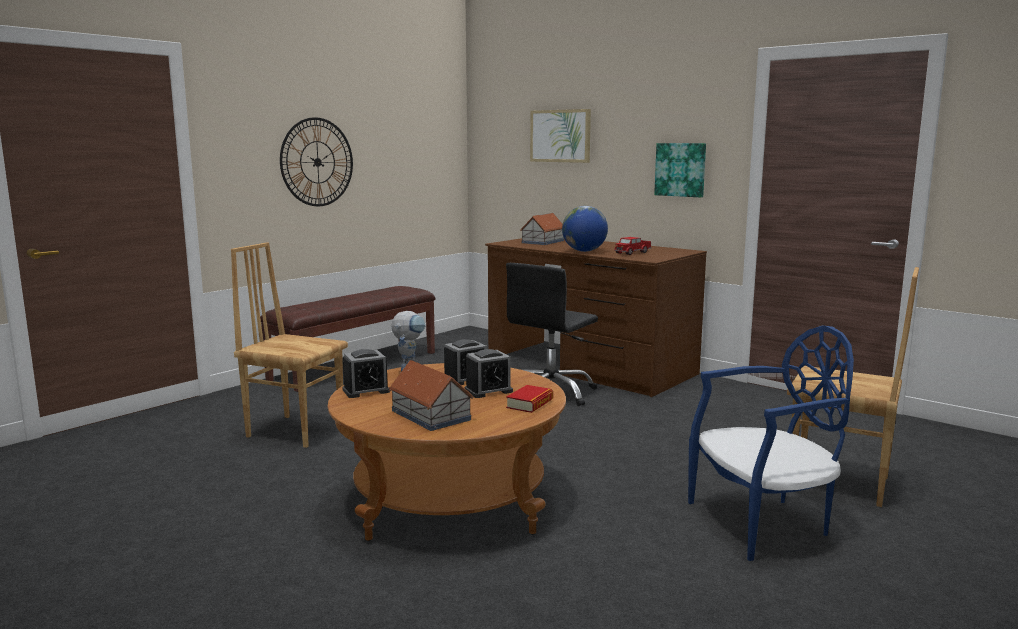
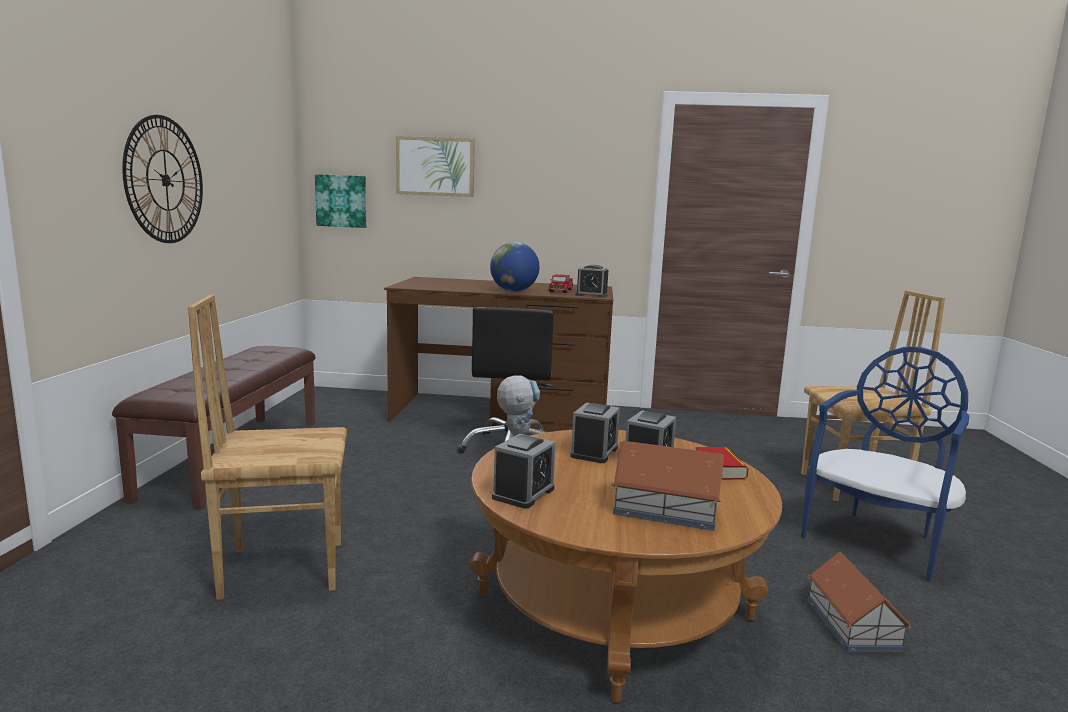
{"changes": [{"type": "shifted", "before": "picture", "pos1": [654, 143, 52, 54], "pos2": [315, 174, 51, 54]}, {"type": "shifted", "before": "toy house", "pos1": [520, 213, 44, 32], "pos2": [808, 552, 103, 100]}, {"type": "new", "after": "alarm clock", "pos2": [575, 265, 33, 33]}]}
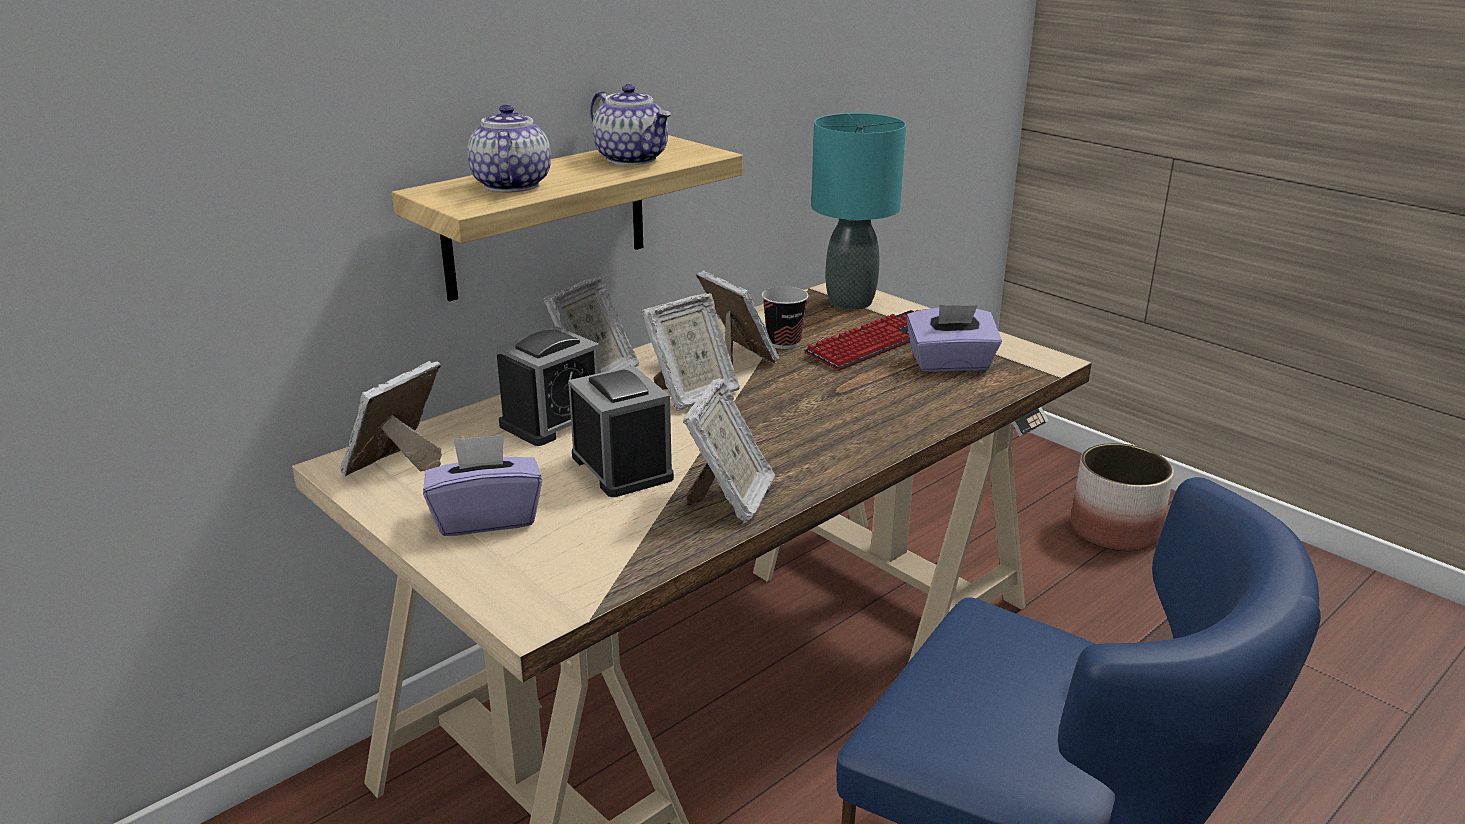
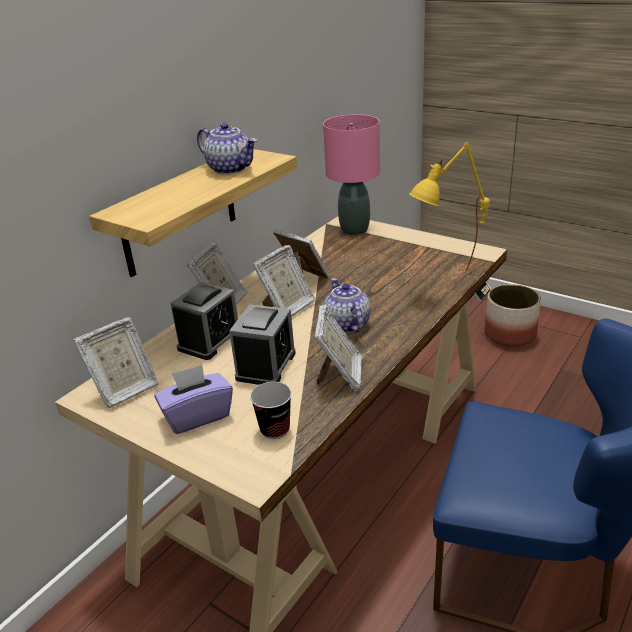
{"changes": [{"type": "shifted", "before": "teapot", "pos1": [467, 104, 84, 88], "pos2": [323, 278, 47, 55]}, {"type": "repainted", "before": "turquoise table lamp", "after": "pink table lamp", "pos1": [811, 113, 95, 197], "pos2": [323, 114, 57, 121]}, {"type": "shifted", "before": "cup", "pos1": [762, 286, 47, 63], "pos2": [250, 382, 42, 57]}, {"type": "gone", "before": "purple tissue box", "pos1": [906, 305, 96, 67]}, {"type": "gone", "before": "keyboard", "pos1": [804, 310, 114, 61]}, {"type": "rotated", "before": "picture frame", "pos1": [340, 361, 102, 116], "pos2": [73, 317, 85, 91], "turn": -150}, {"type": "rotated", "before": "alarm clock", "pos1": [568, 366, 106, 131], "pos2": [229, 304, 67, 81], "turn": 60}, {"type": "new", "after": "yellow table lamp", "pos2": [409, 142, 81, 130]}]}
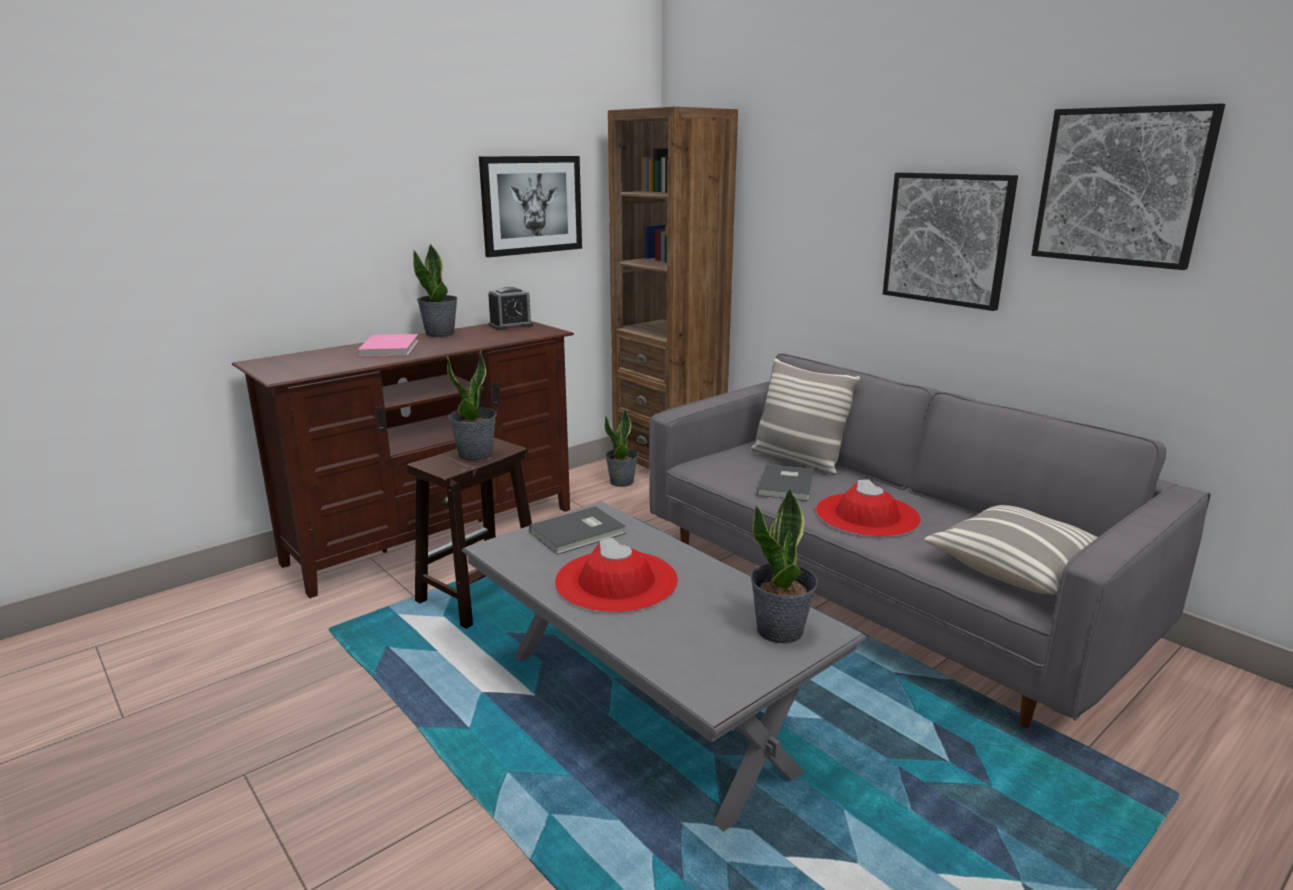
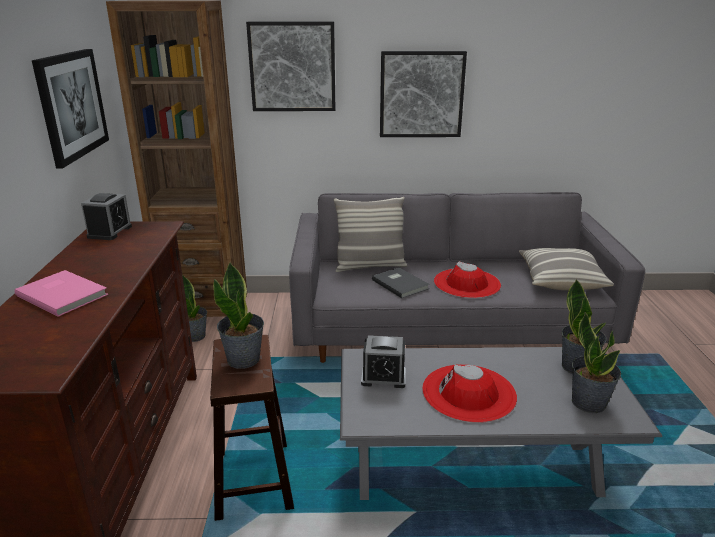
{"changes": [{"type": "shifted", "before": "picture", "pos1": [1031, 103, 194, 167], "pos2": [246, 22, 90, 89]}, {"type": "shifted", "before": "potted plant", "pos1": [413, 244, 45, 93], "pos2": [572, 312, 49, 101]}, {"type": "swapped", "before": "grey book", "after": "alarm clock", "pos1": [529, 506, 97, 49], "pos2": [361, 335, 45, 53]}]}
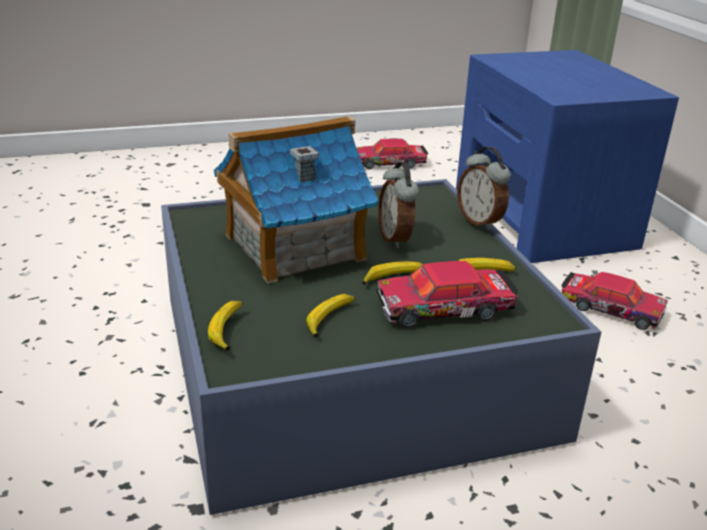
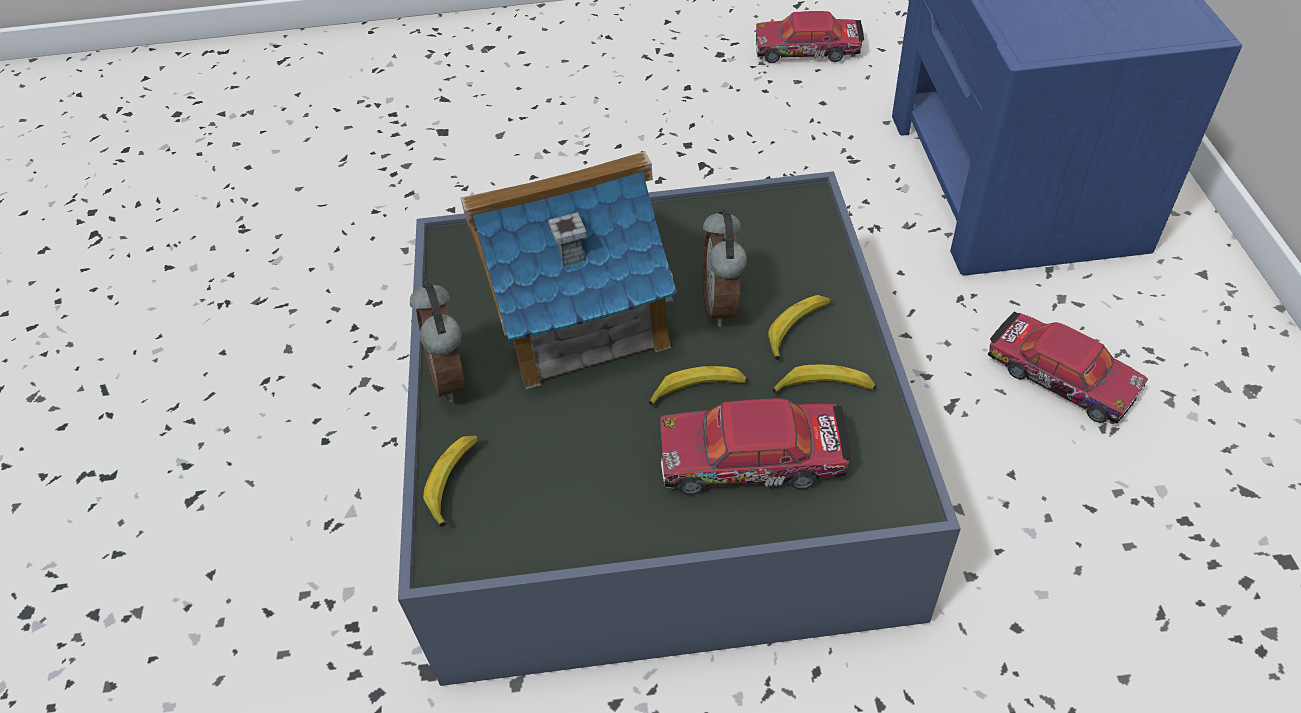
{"changes": [{"type": "shifted", "before": "alarm clock", "pos1": [457, 147, 54, 83], "pos2": [410, 282, 55, 120]}, {"type": "shifted", "before": "banana", "pos1": [307, 294, 48, 43], "pos2": [768, 295, 63, 65]}]}
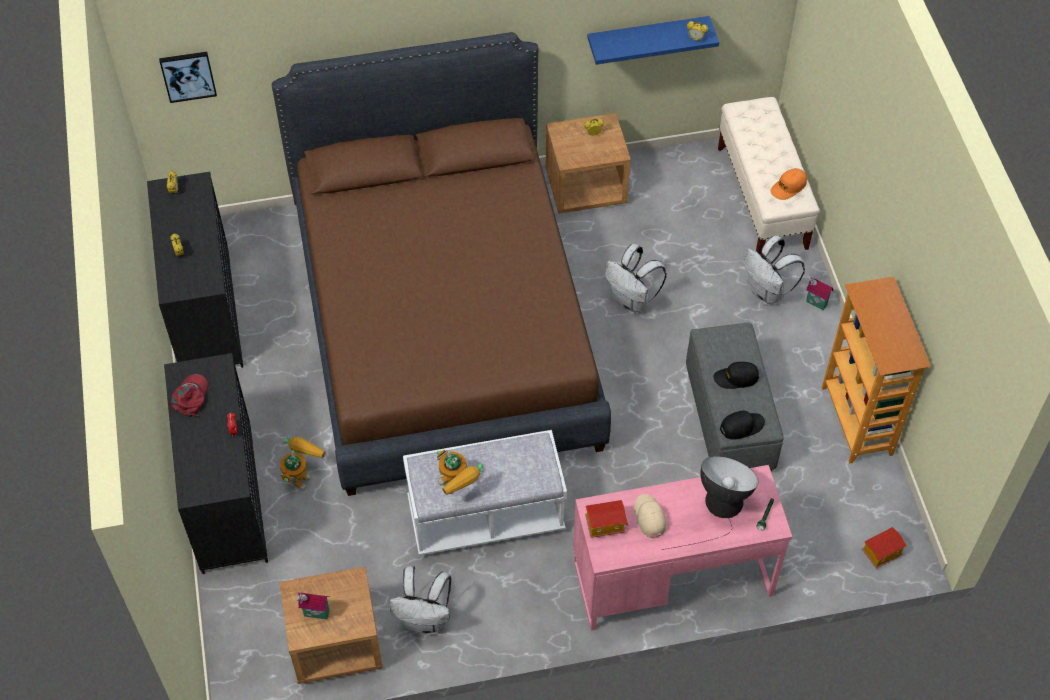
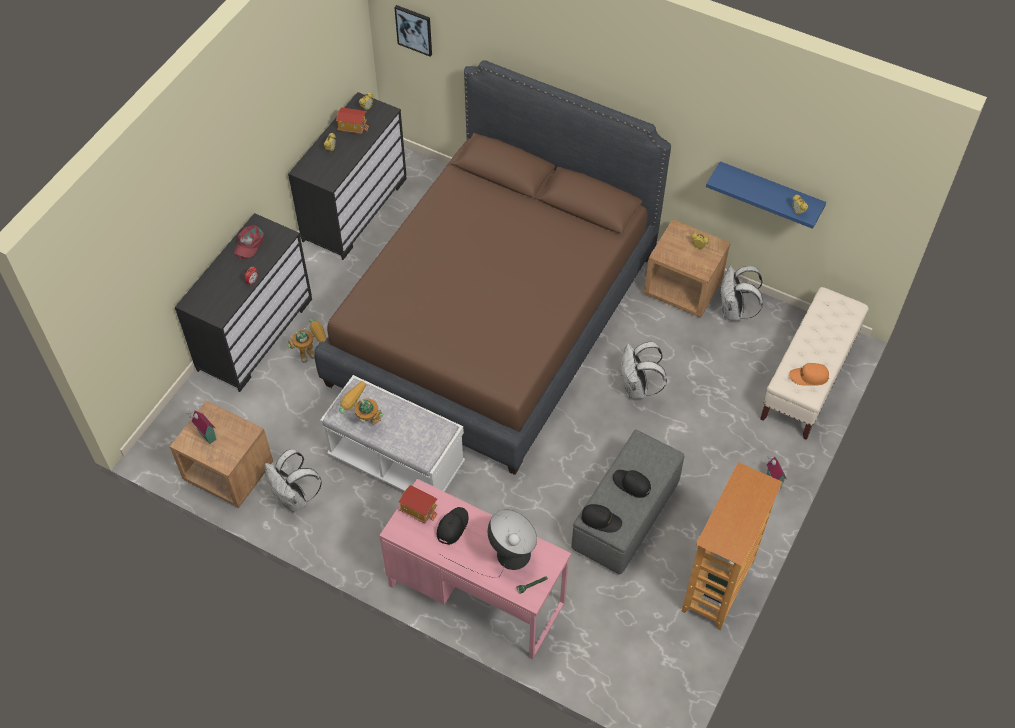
{"changes": [{"type": "shifted", "before": "white backpack", "pos1": [744, 236, 61, 69], "pos2": [720, 265, 43, 56]}, {"type": "rotated", "before": "red cap", "pos1": [171, 374, 37, 43], "pos2": [234, 225, 30, 35], "turn": 150}, {"type": "rotated", "before": "toy robot", "pos1": [437, 450, 47, 45], "pos2": [339, 381, 44, 44], "turn": 120}, {"type": "repainted", "before": "beige cap", "after": "black cap", "pos1": [634, 494, 32, 44], "pos2": [437, 507, 31, 38]}, {"type": "shifted", "before": "toy house", "pos1": [862, 527, 45, 42], "pos2": [336, 107, 33, 27]}]}
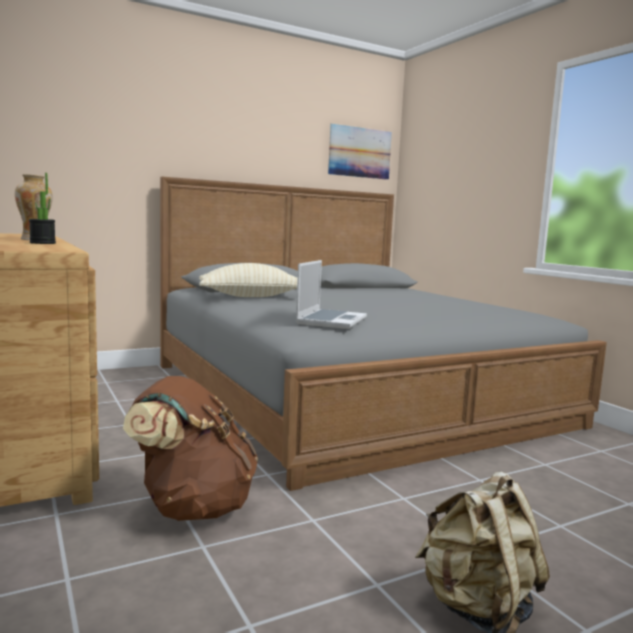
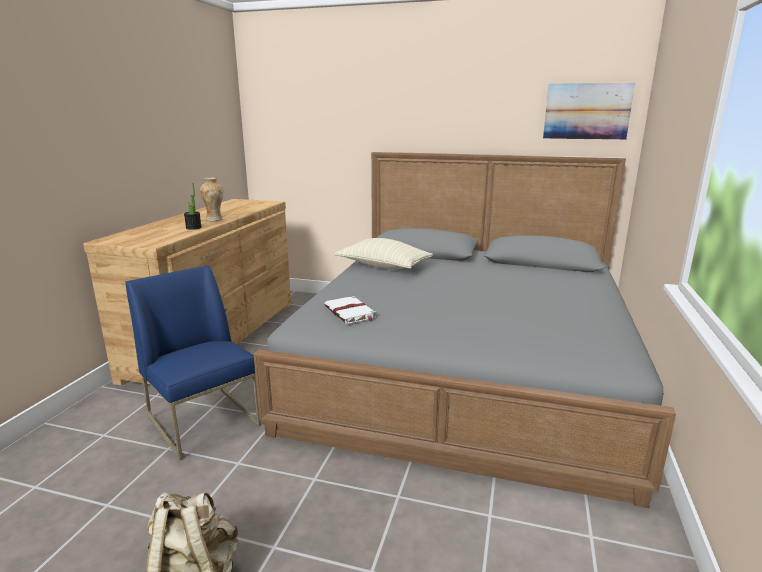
{"changes": [{"type": "swapped", "before": "laptop", "after": "white book", "pos1": [296, 260, 71, 69], "pos2": [324, 296, 53, 28]}, {"type": "swapped", "before": "brown backpack", "after": "blue chair", "pos1": [123, 376, 135, 145], "pos2": [126, 265, 135, 195]}]}
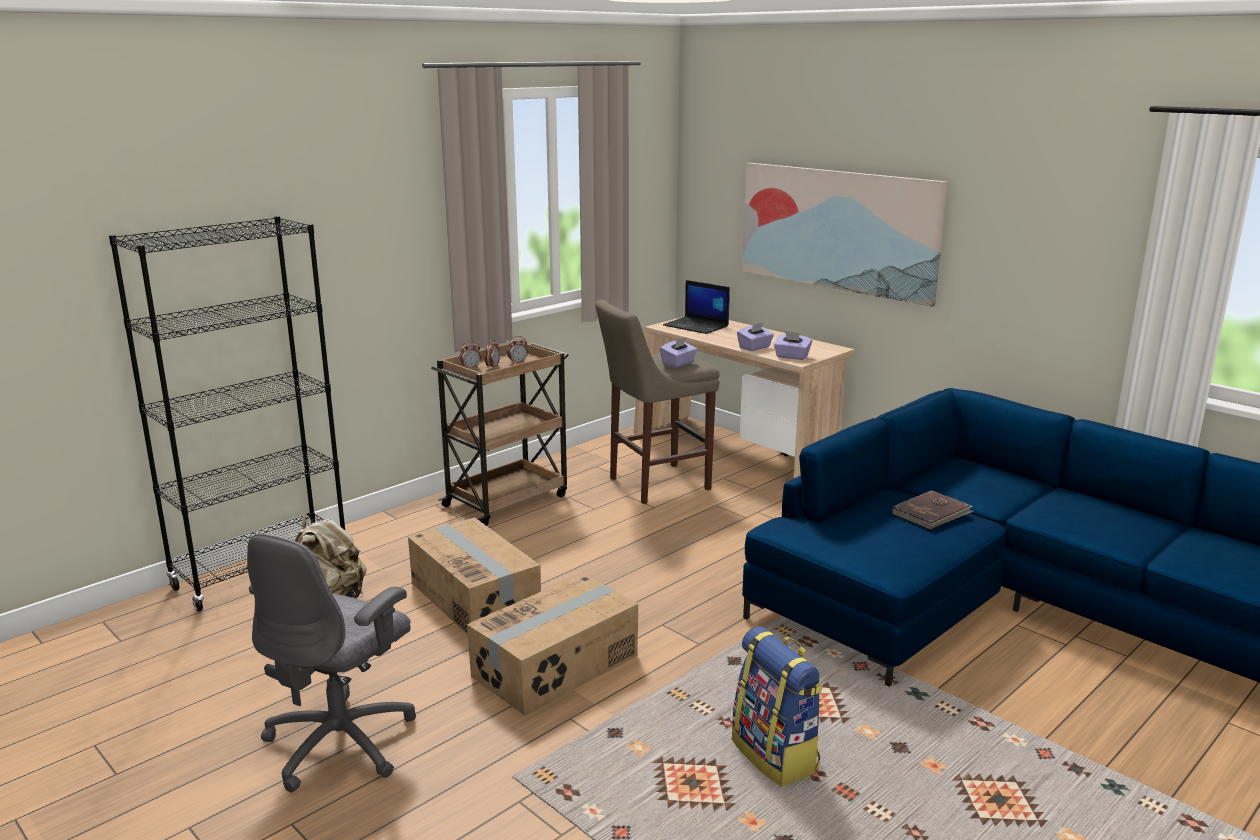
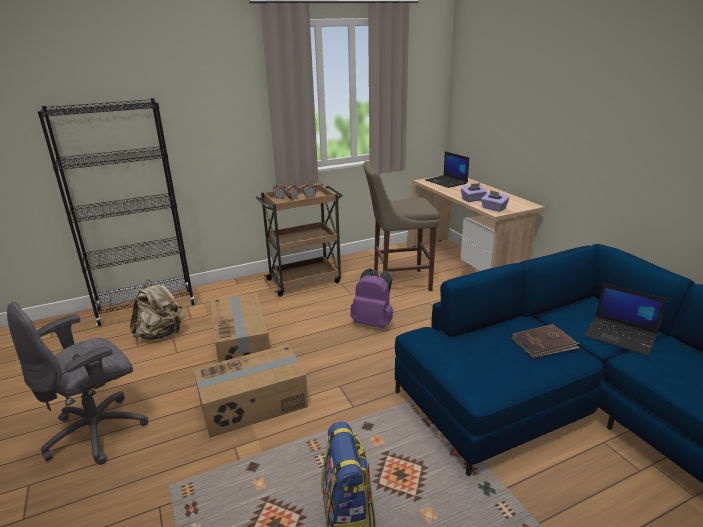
{"changes": [{"type": "gone", "before": "picture", "pos1": [742, 163, 206, 144]}, {"type": "gone", "before": "purple tissue box", "pos1": [660, 337, 37, 31]}, {"type": "new", "after": "purple backpack", "pos2": [351, 268, 42, 60]}, {"type": "new", "after": "laptop", "pos2": [584, 283, 83, 73]}]}
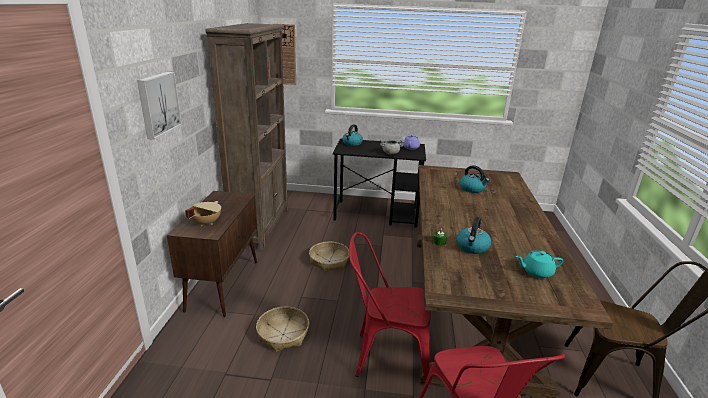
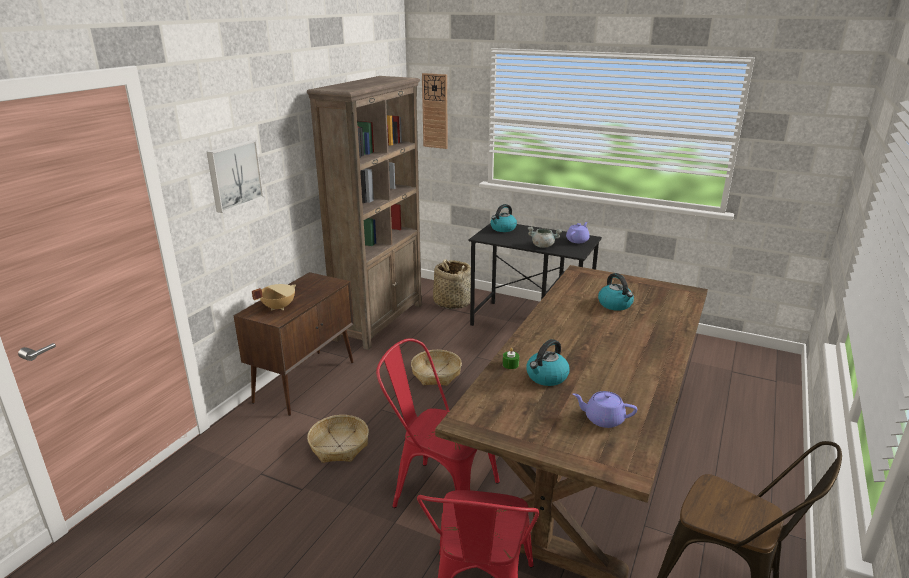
{"changes": [{"type": "repainted", "before": "turquoise teapot", "after": "purple teapot", "pos1": [516, 250, 47, 28], "pos2": [573, 391, 64, 37]}, {"type": "new", "after": "basket", "pos2": [433, 259, 38, 50]}]}
